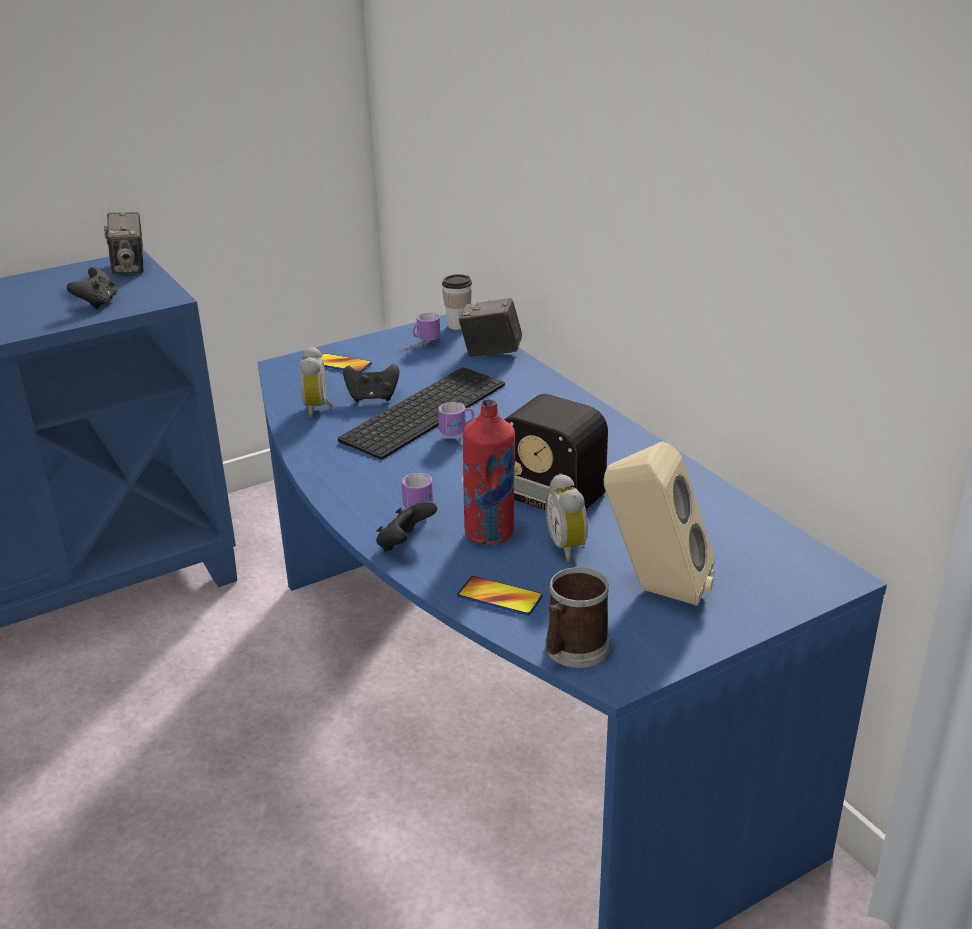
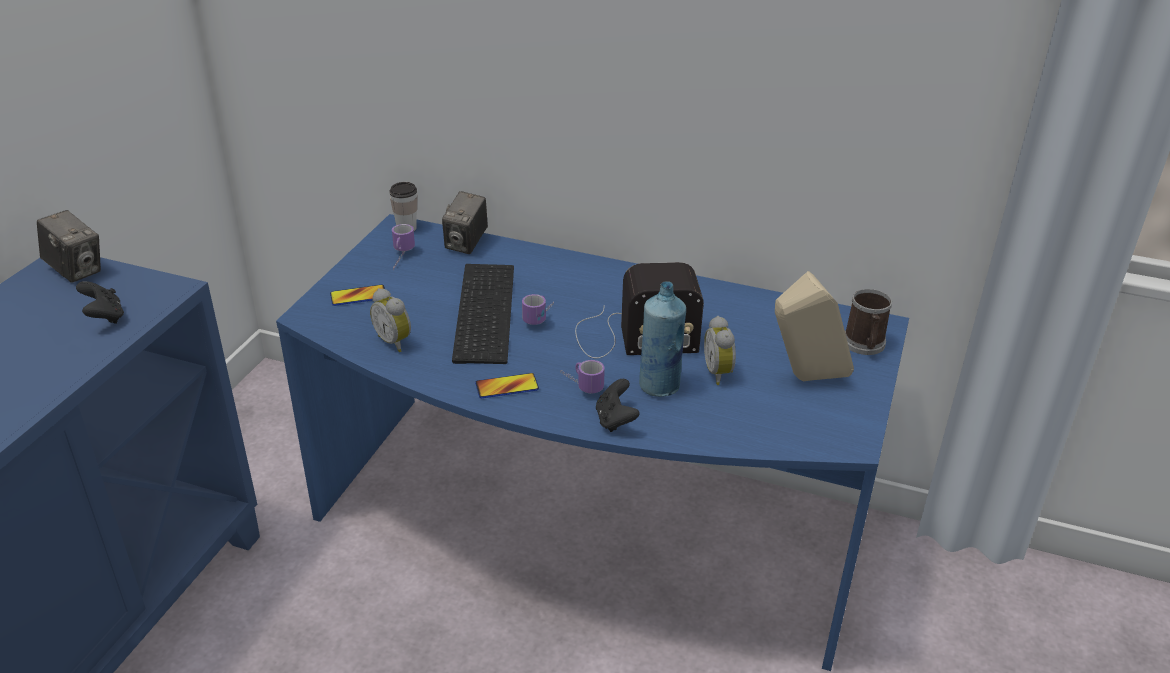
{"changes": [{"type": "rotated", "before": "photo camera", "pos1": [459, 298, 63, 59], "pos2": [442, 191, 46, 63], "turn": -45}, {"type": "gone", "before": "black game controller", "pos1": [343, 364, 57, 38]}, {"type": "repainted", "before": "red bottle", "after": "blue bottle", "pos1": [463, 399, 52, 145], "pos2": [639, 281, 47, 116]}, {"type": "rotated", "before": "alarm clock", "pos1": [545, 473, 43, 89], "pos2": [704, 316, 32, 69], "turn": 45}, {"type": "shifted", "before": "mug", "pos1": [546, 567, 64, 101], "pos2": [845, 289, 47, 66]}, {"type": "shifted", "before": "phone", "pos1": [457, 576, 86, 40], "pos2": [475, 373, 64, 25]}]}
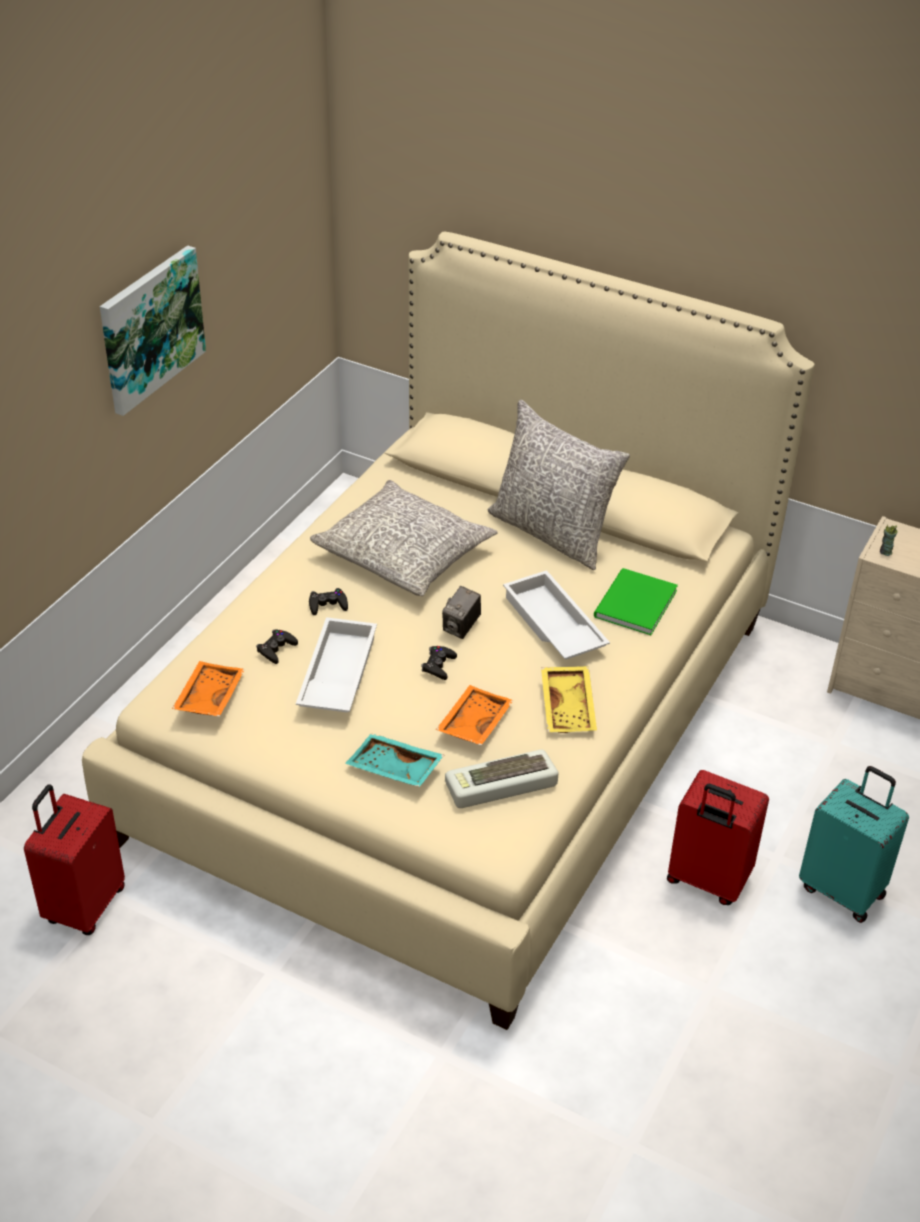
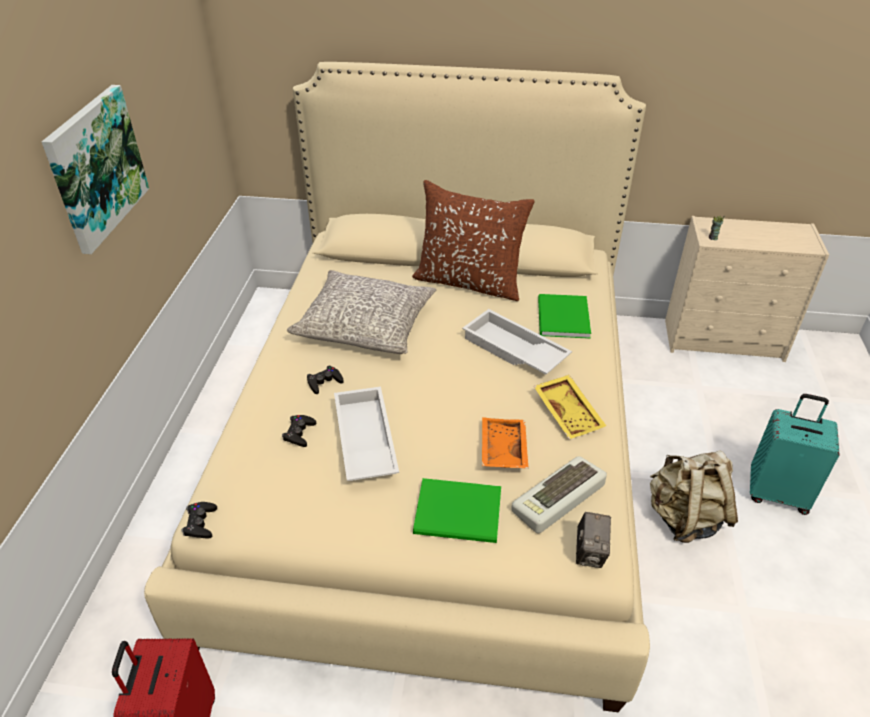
{"changes": [{"type": "repainted", "before": "grey pillow", "after": "brown pillow", "pos1": [488, 400, 142, 170], "pos2": [412, 180, 122, 121]}, {"type": "shifted", "before": "photo camera", "pos1": [442, 586, 39, 53], "pos2": [576, 512, 35, 56]}, {"type": "shifted", "before": "black game controller", "pos1": [421, 646, 36, 34], "pos2": [181, 502, 36, 36]}, {"type": "gone", "before": "orange tray", "pos1": [172, 661, 73, 56]}, {"type": "swapped", "before": "turquoise tray", "after": "green book", "pos1": [345, 733, 99, 54], "pos2": [413, 478, 88, 65]}, {"type": "swapped", "before": "red suitcase", "after": "beige backpack", "pos1": [667, 770, 102, 135], "pos2": [650, 450, 88, 93]}]}
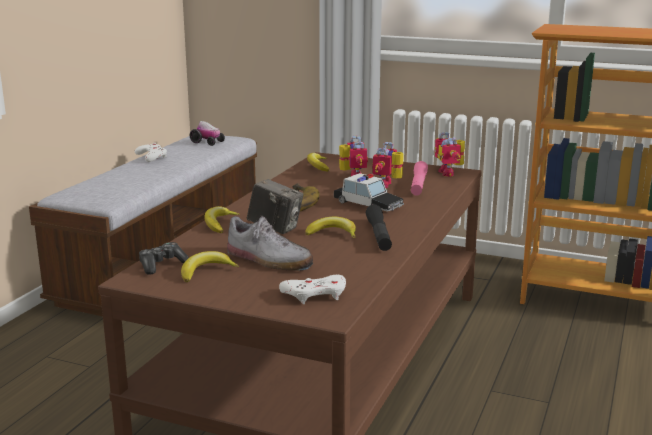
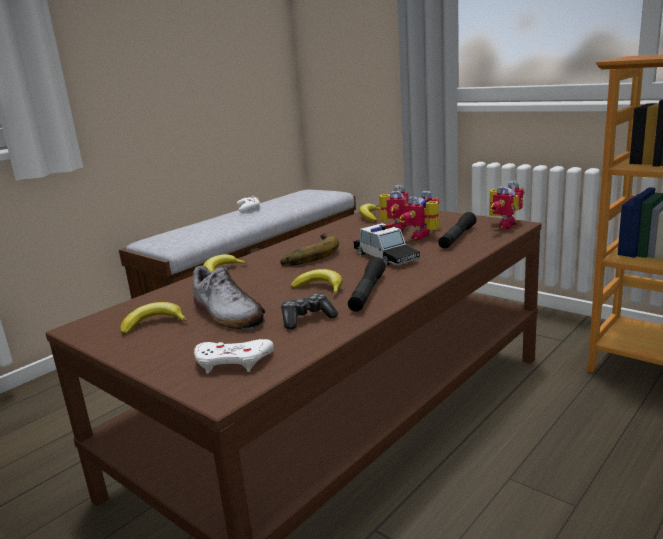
{"changes": [{"type": "gone", "before": "toy car", "pos1": [190, 121, 35, 25]}, {"type": "rotated", "before": "toy robot", "pos1": [435, 132, 30, 44], "pos2": [489, 180, 35, 49], "turn": -150}, {"type": "repainted", "before": "pink flashlight", "after": "black flashlight", "pos1": [411, 161, 17, 35], "pos2": [438, 212, 39, 37]}, {"type": "gone", "before": "photo camera", "pos1": [247, 179, 57, 55]}, {"type": "shifted", "before": "game controller", "pos1": [139, 242, 50, 33], "pos2": [281, 293, 57, 37]}]}
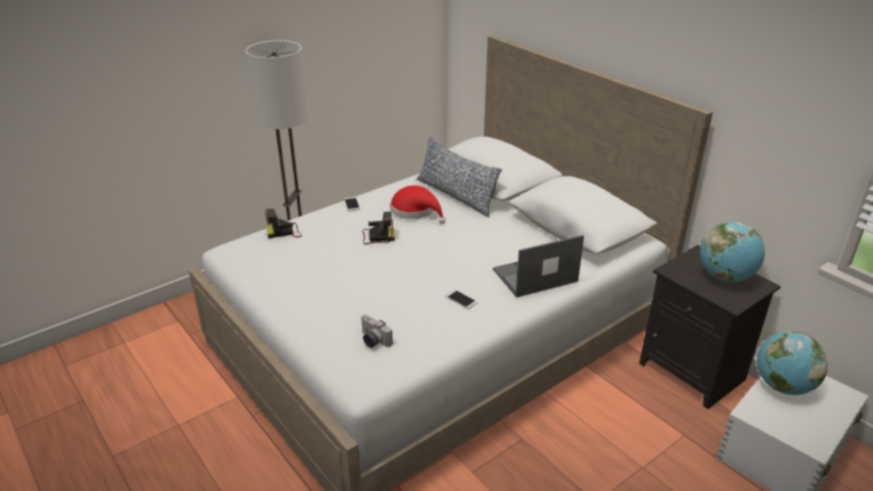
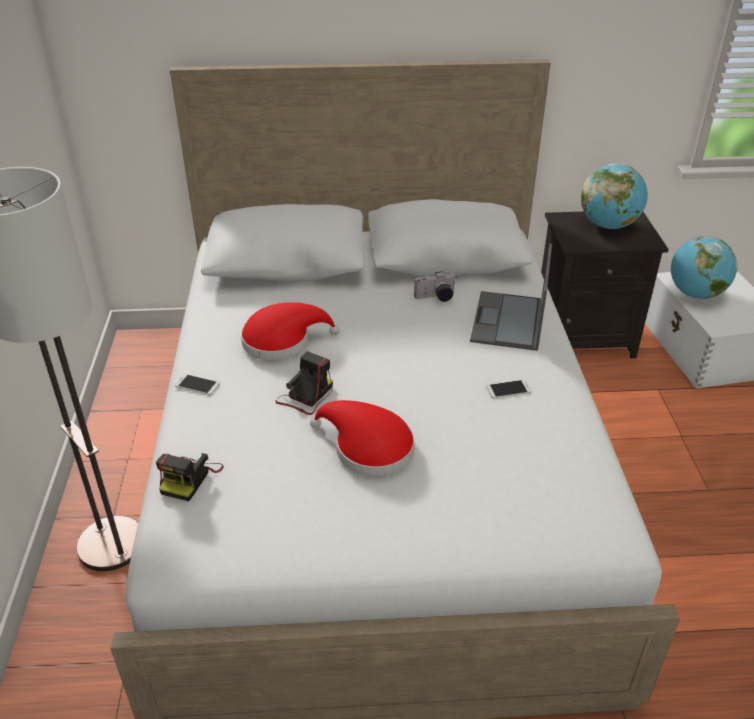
{"changes": [{"type": "gone", "before": "pillow", "pos1": [416, 137, 86, 80]}, {"type": "shifted", "before": "photo camera", "pos1": [361, 315, 32, 33], "pos2": [414, 271, 42, 31]}, {"type": "new", "after": "red hat", "pos2": [310, 400, 105, 76]}]}
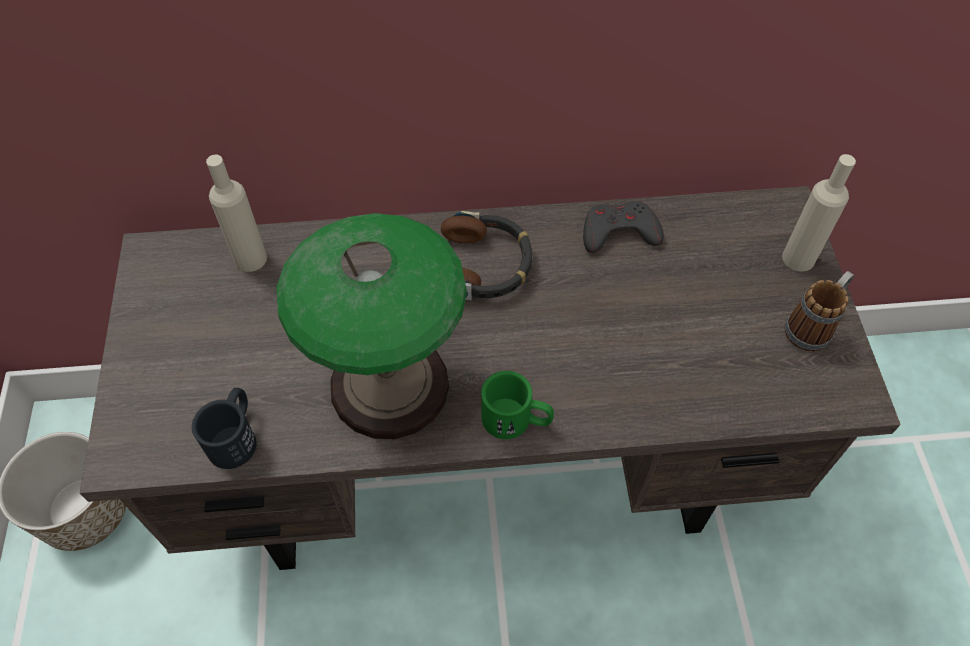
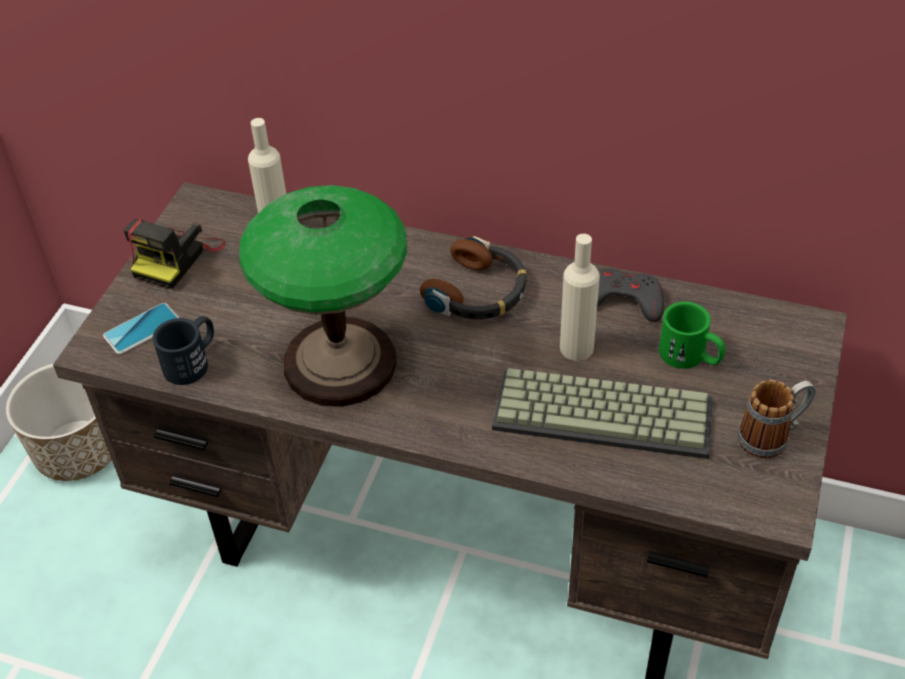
{"changes": [{"type": "shifted", "before": "beige bottle", "pos1": [782, 154, 74, 118], "pos2": [560, 234, 40, 127]}, {"type": "shifted", "before": "green mug", "pos1": [481, 371, 73, 68], "pos2": [659, 301, 66, 68]}, {"type": "new", "after": "photo camera", "pos2": [124, 219, 101, 70]}, {"type": "new", "after": "phone", "pos2": [103, 303, 76, 51]}, {"type": "new", "after": "keyboard", "pos2": [492, 368, 221, 91]}]}
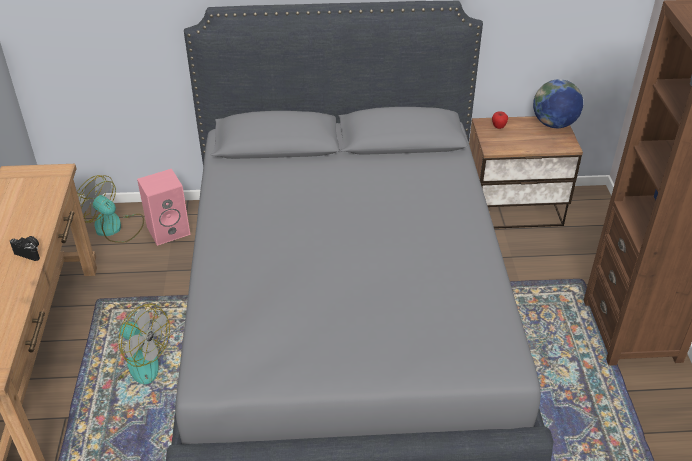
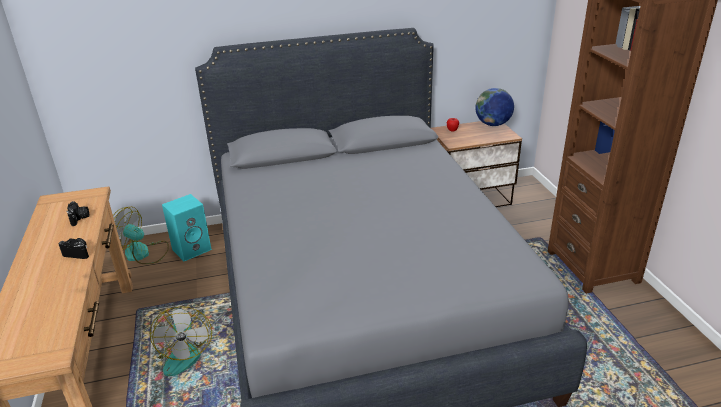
{"changes": [{"type": "repainted", "before": "pink speaker", "after": "turquoise speaker", "pos1": [137, 169, 53, 77], "pos2": [162, 194, 50, 67]}, {"type": "rotated", "before": "fan", "pos1": [101, 303, 69, 81], "pos2": [150, 306, 62, 70], "turn": 60}, {"type": "new", "after": "photo camera", "pos2": [67, 201, 22, 25]}]}
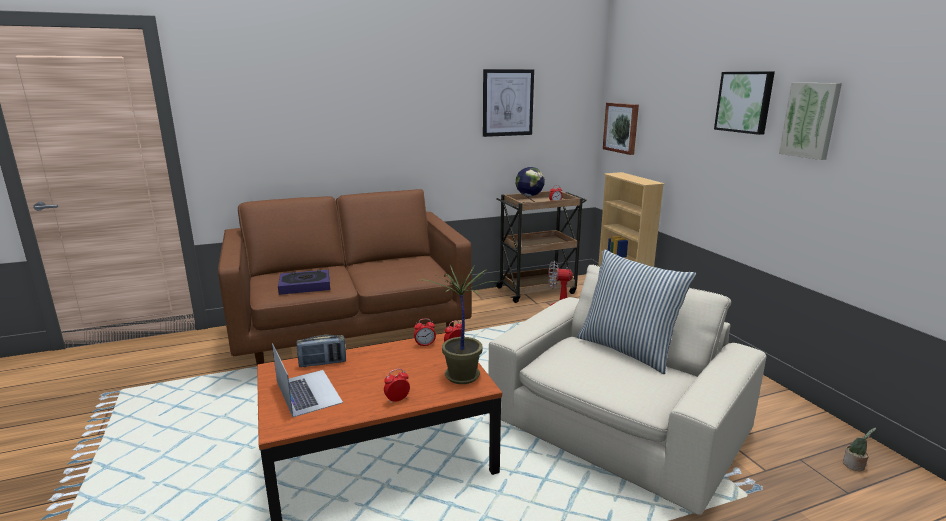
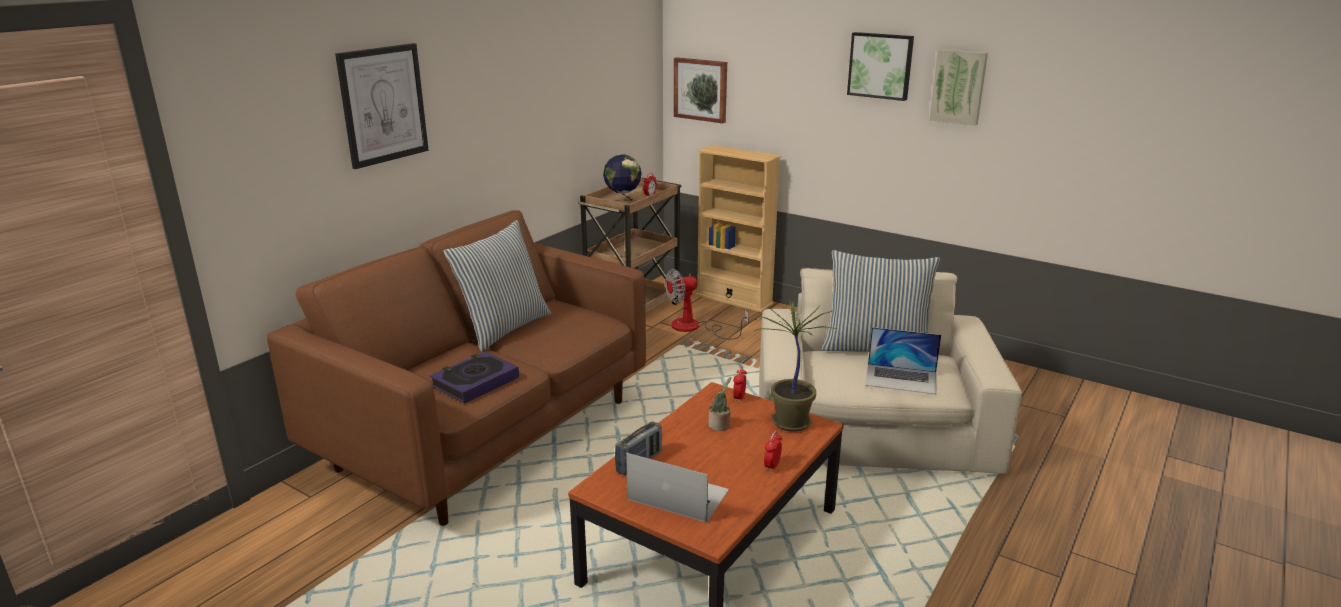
{"changes": [{"type": "shifted", "before": "picture", "pos1": [483, 69, 51, 68], "pos2": [335, 43, 94, 126]}, {"type": "gone", "before": "alarm clock", "pos1": [414, 319, 22, 28]}, {"type": "shifted", "before": "potted plant", "pos1": [843, 428, 33, 43], "pos2": [708, 377, 23, 54]}, {"type": "new", "after": "pillow", "pos2": [444, 220, 107, 132]}, {"type": "new", "after": "laptop", "pos2": [865, 327, 76, 68]}]}
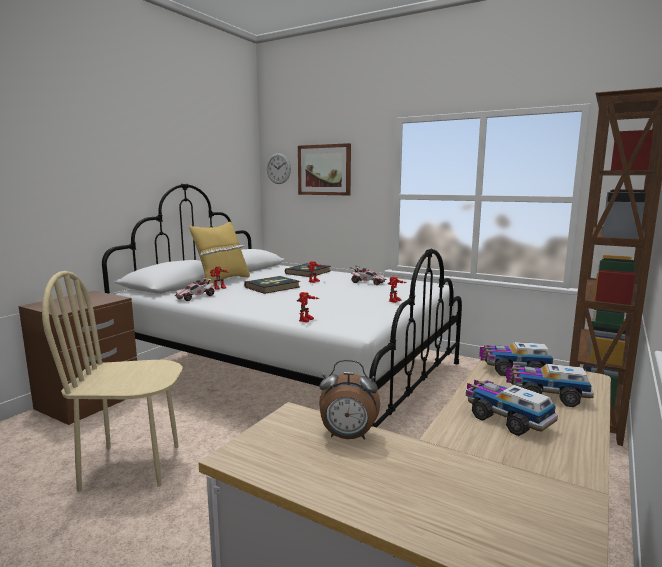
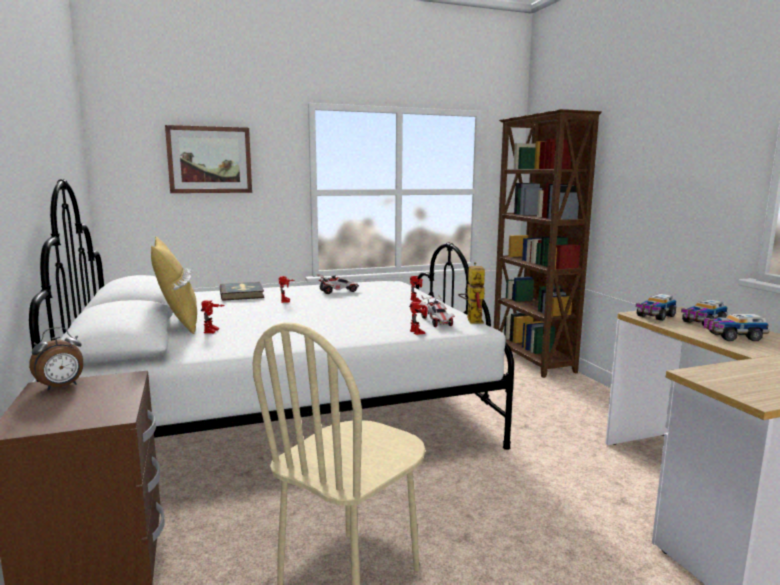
{"changes": [{"type": "gone", "before": "wall clock", "pos1": [267, 153, 24, 31]}, {"type": "shifted", "before": "toy car", "pos1": [175, 276, 41, 25], "pos2": [420, 295, 35, 32]}, {"type": "gone", "before": "book", "pos1": [244, 276, 56, 18]}, {"type": "shifted", "before": "alarm clock", "pos1": [319, 360, 61, 80], "pos2": [29, 327, 54, 64]}, {"type": "new", "after": "toy robot", "pos2": [458, 262, 27, 62]}]}
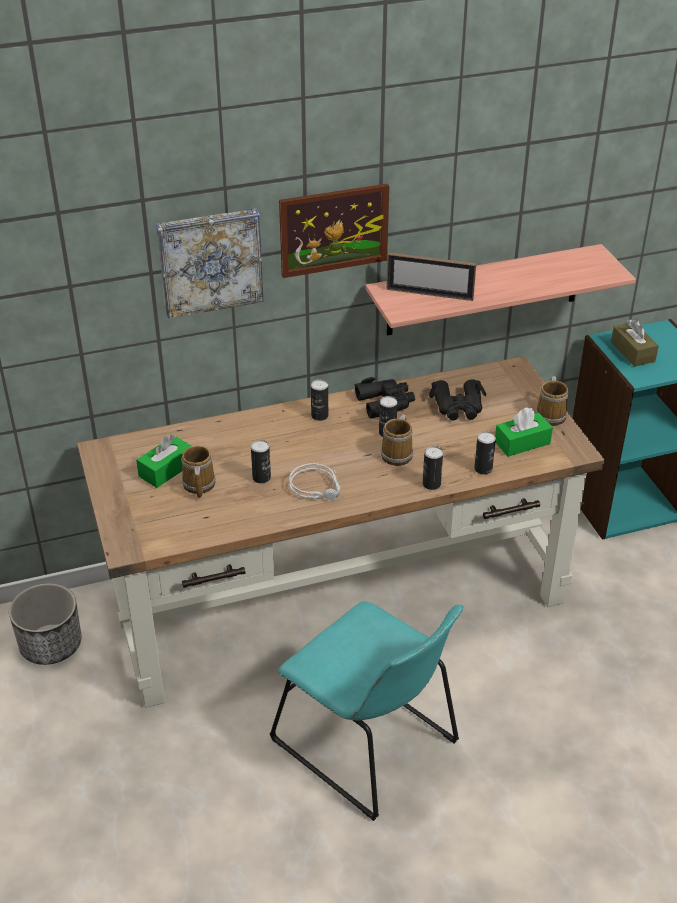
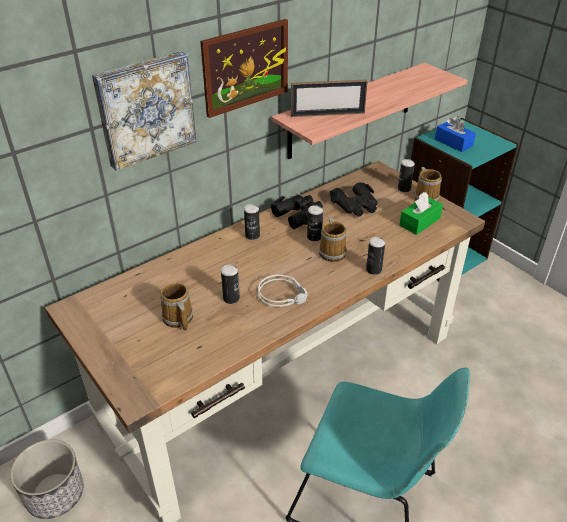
{"changes": [{"type": "repainted", "before": "brown tissue box", "after": "blue tissue box", "pos1": [611, 319, 48, 48], "pos2": [435, 116, 41, 36]}, {"type": "shifted", "before": "can", "pos1": [474, 431, 22, 44], "pos2": [398, 159, 17, 33]}, {"type": "gone", "before": "green tissue box", "pos1": [136, 434, 55, 54]}]}
